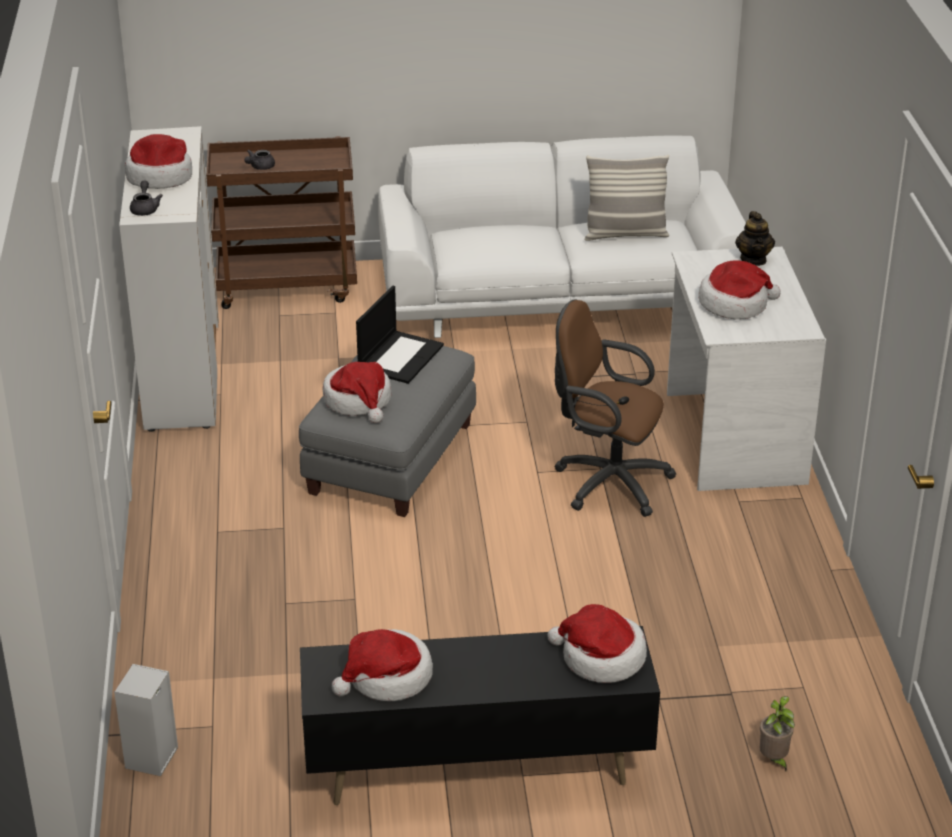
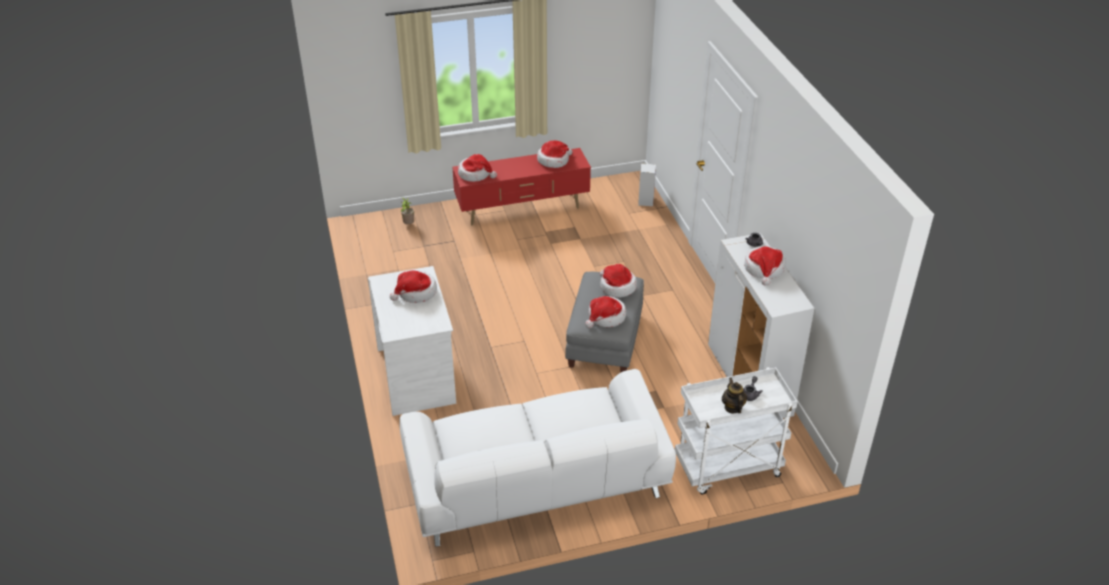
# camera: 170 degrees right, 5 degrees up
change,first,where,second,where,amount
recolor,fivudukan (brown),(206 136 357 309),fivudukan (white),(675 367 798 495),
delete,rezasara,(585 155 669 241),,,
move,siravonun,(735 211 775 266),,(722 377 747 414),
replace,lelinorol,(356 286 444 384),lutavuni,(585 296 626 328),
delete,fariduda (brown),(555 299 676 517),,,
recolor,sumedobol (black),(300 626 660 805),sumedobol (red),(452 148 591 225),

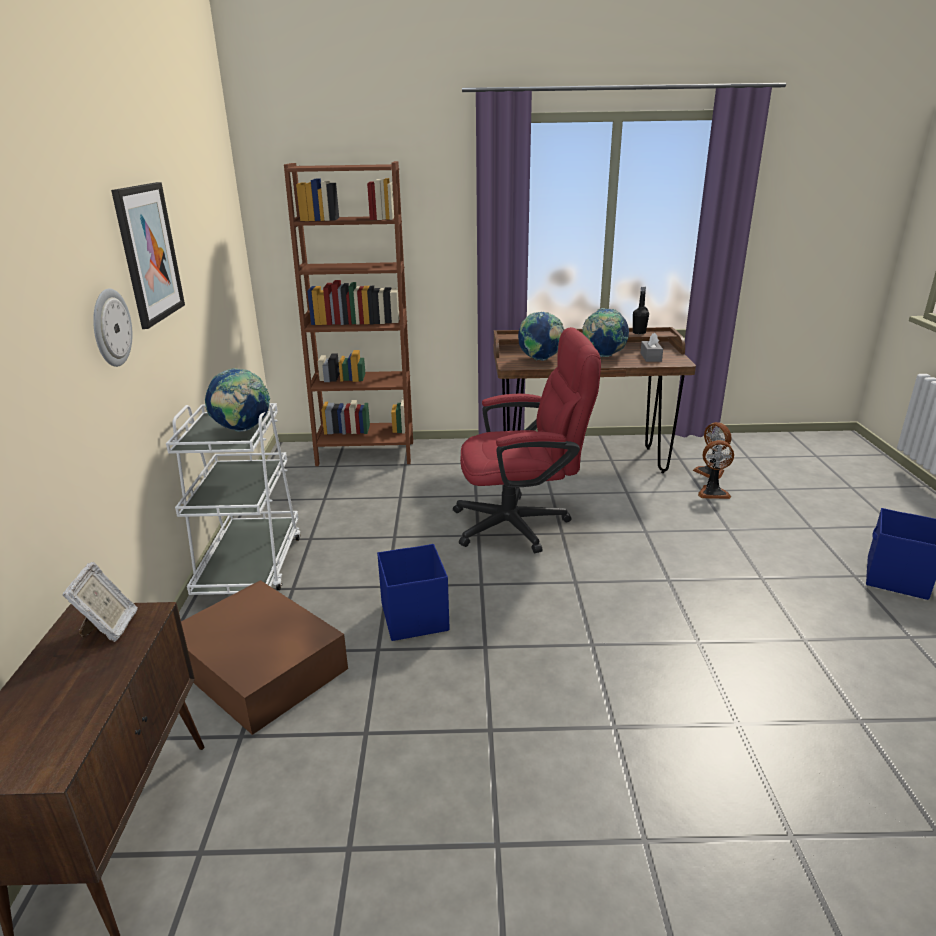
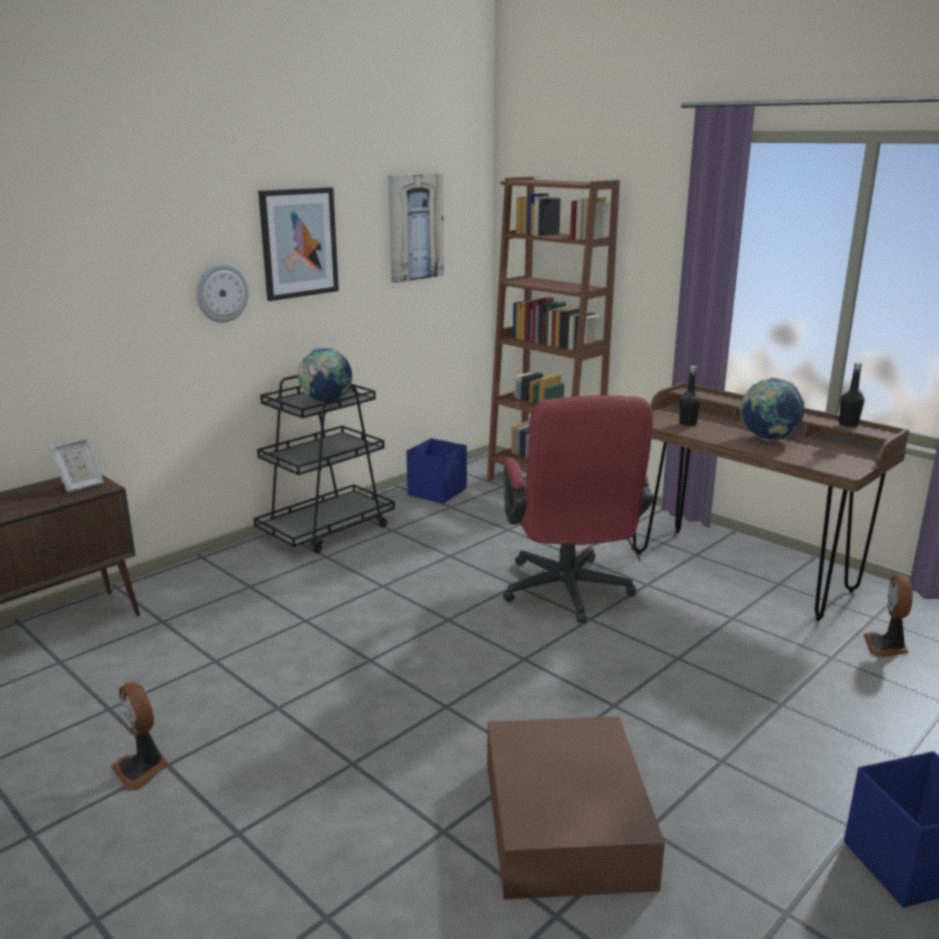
# camera: 45 degrees right, 5 degrees down
change,first,where,second,where,amount
replace,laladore,(518 312 564 361),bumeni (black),(679 366 701 426),
rotate,fariduda (red),(453 327 601 553),,(503 395 653 623),45 degrees clockwise
delete,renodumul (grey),(640 333 663 362),,,
recolor,fivudukan (white),(166 403 301 595),fivudukan (black),(253 375 395 553),
move,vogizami,(698 440 734 499),,(111 682 168 791),
move,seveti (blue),(377 544 450 641),,(406 438 467 503),
move,seveti (brown),(181 580 348 735),,(487 716 665 900),
insert,,,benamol,(388 173 444 283),

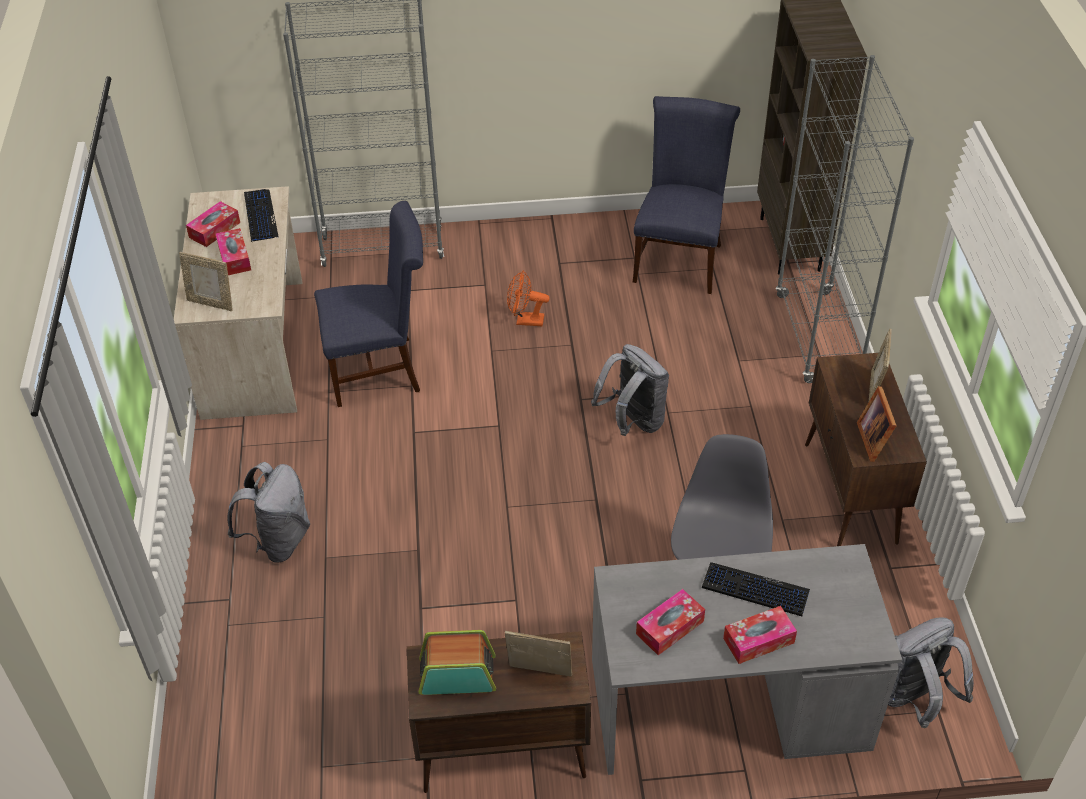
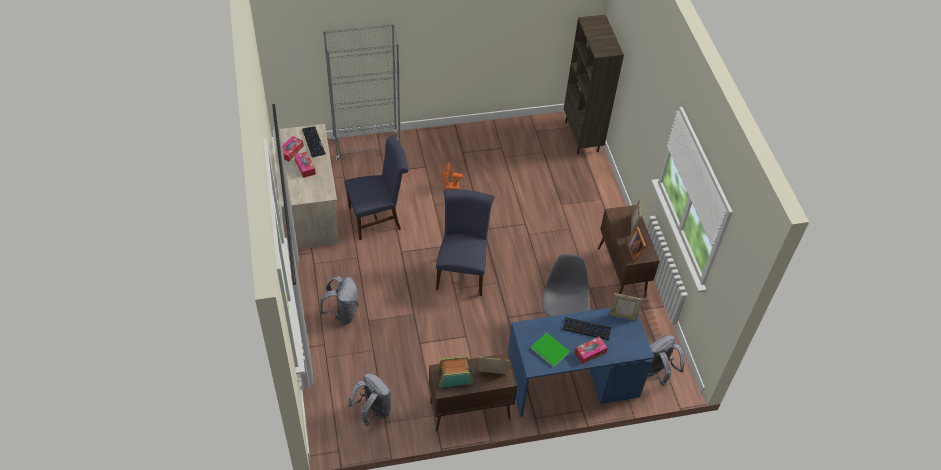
# camera: 10 degrees left, 5 degrees up
change,first,where,second,where,amount
delete,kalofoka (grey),(776 55 914 383),,,
move,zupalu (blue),(633 96 740 294),,(436 189 495 296),
move,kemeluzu,(179 252 233 311),,(609 293 643 321),
move,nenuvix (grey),(591 344 669 436),,(348 373 391 426),
recolor,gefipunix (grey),(592 544 902 775),gefipunix (blue),(508 308 654 417),
replace,renodumul,(636 589 705 655),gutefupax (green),(531 333 570 367),

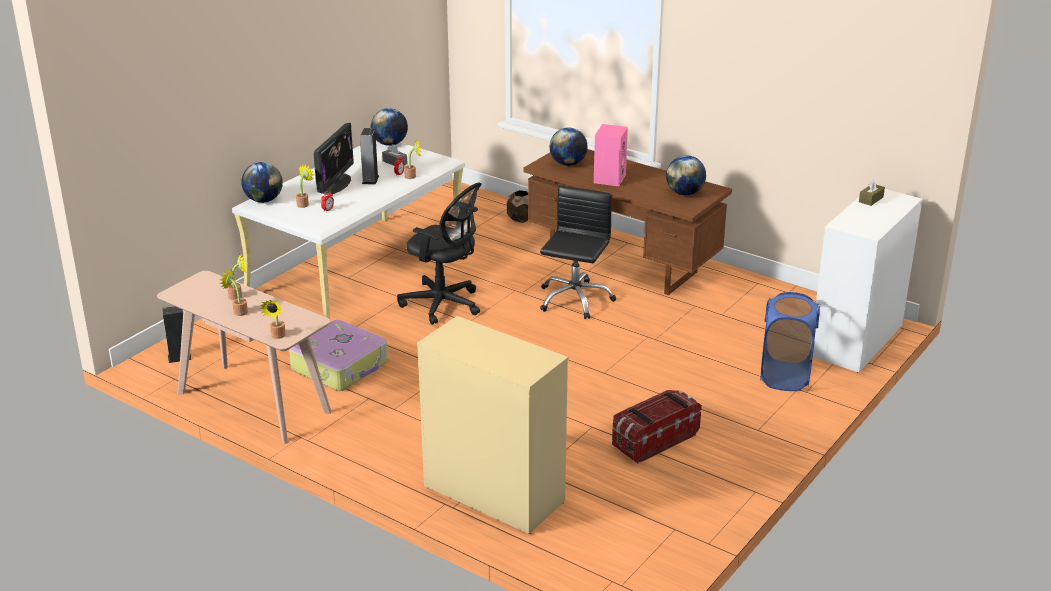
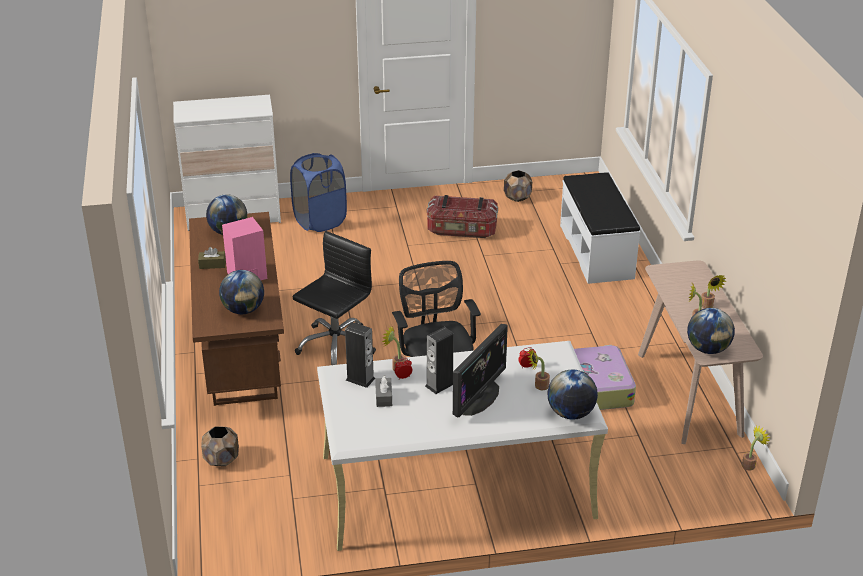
# camera: 135 degrees left, 5 degrees up
change,first,where,second,where,amount
move,laladore,(371 108 408 146),,(687 308 735 354),
rotate,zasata,(314 123 354 195),,(453 324 508 418),150 degrees clockwise
move,renodumul (brown),(859 179 885 206),,(198 247 226 269),
rotate,fariduda (black),(540 186 616 319),,(293 231 376 365),150 degrees clockwise
move,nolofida,(260 300 286 339),,(742 425 770 471),
move,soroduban,(162 306 191 363),,(345 322 376 388),
replace,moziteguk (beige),(417 316 569 534),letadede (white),(560 172 640 284),
insert,,,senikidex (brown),(504 170 532 202),

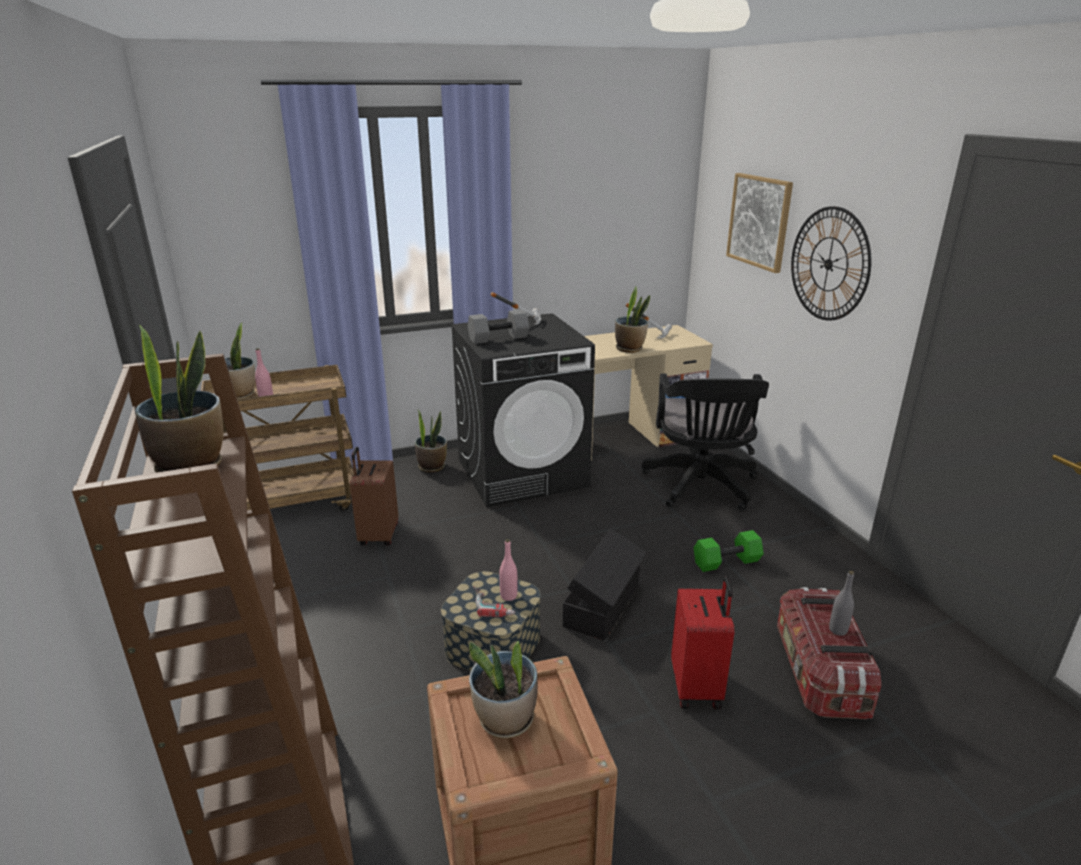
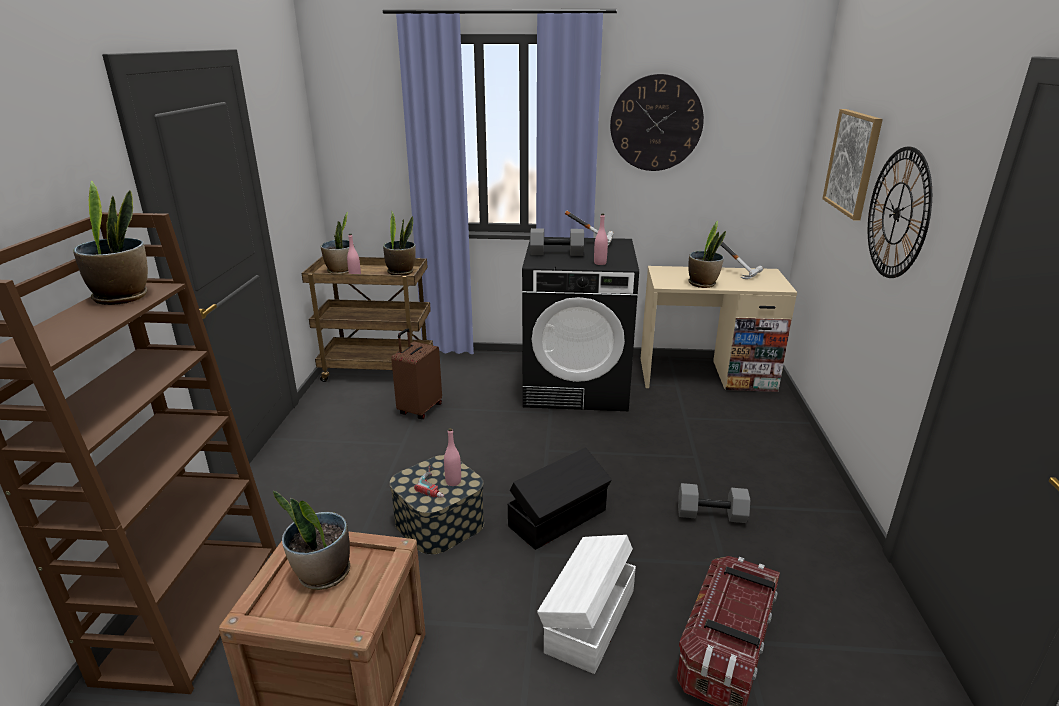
# camera: 25 degrees right, 0 degrees up
change,first,where,second,where,amount
delete,fariduda (black),(642 373 769 511),,,
move,nolofida,(415 410 447 473),,(383 212 416 275),
recolor,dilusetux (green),(694 530 764 572),dilusetux (grey),(678 483 750 523),
delete,bumeni (grey),(829 571 854 636),,,
replace,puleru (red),(671 576 735 710),seveti (white),(537 535 636 674),
insert,,,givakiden,(610 74 704 171),
insert,,,bumeni (pink),(594 214 608 265),

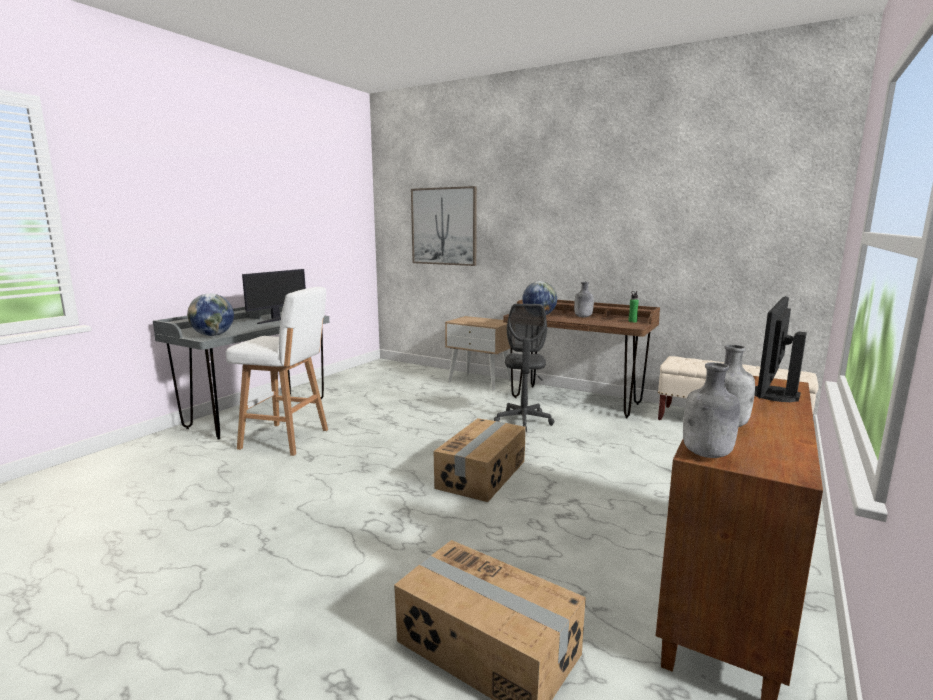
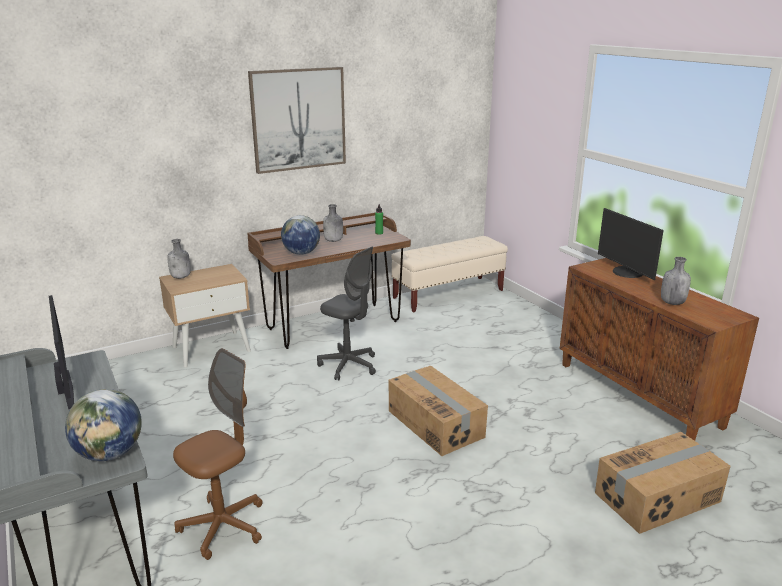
# camera: 60 degrees left, 10 degrees up
change,first,where,second,where,amount
move,benamol,(411 186 477 266),,(248 67 346 174),
replace,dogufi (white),(226 287 328 456),fariduda (brown),(173 348 263 560),
move,bumeni (grey),(683 362 740 458),,(167 239 191 279),

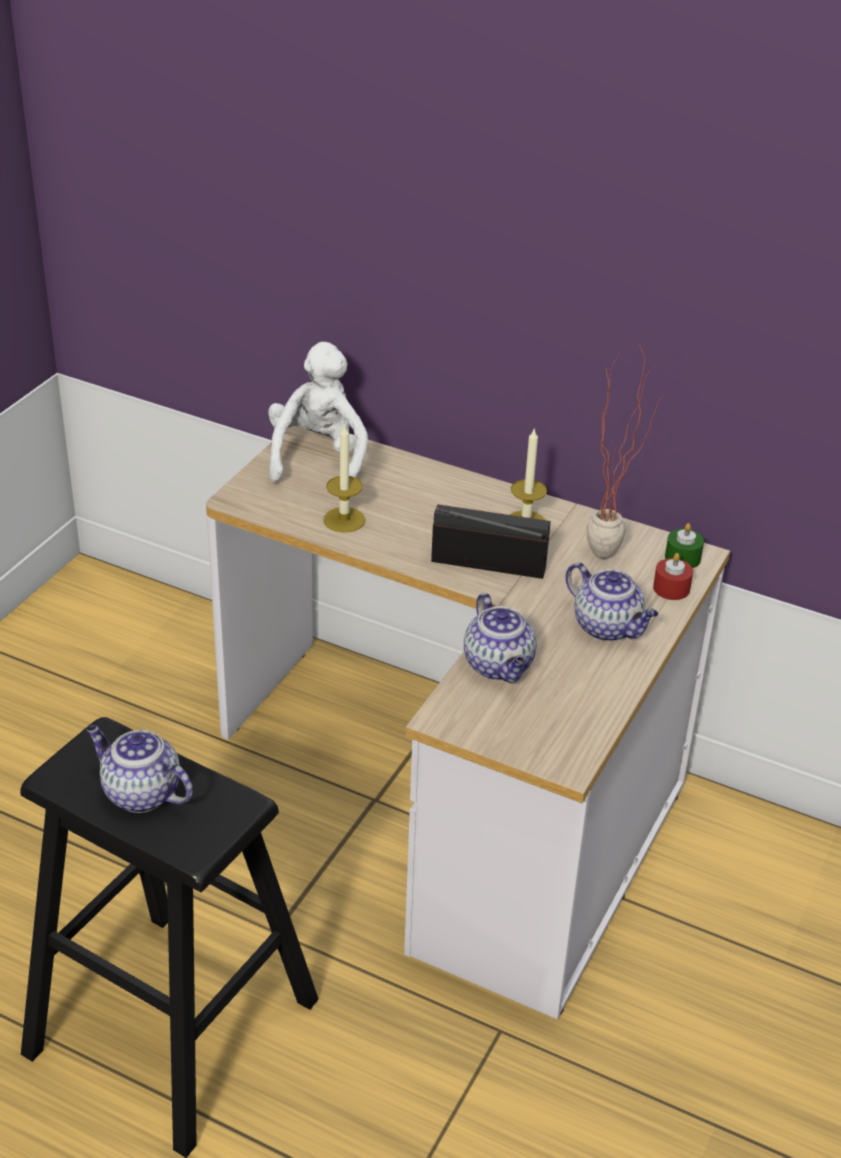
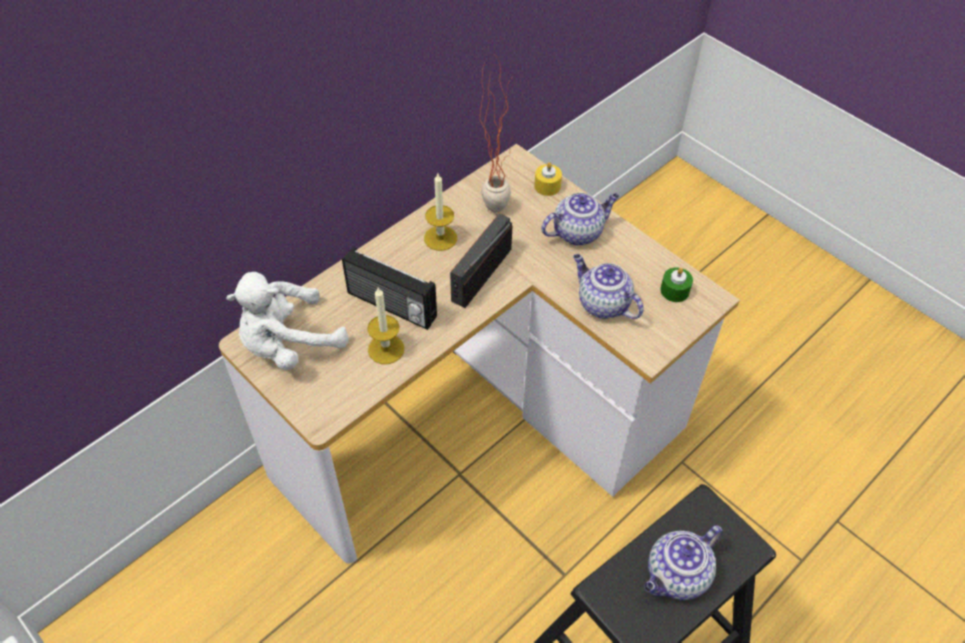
# camera: 70 degrees left, 15 degrees up
change,first,where,second,where,amount
rotate,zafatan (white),(268 342 368 482),,(226 272 349 370),60 degrees counterclockwise
move,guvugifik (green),(665 523 704 568),,(660 267 693 302),
recolor,guvugifik (red),(653 553 693 600),guvugifik (yellow),(534 162 562 196),
rotate,siravonun,(464 593 537 683),,(573 254 644 319),135 degrees counterclockwise
insert,,,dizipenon,(342 247 437 330),

